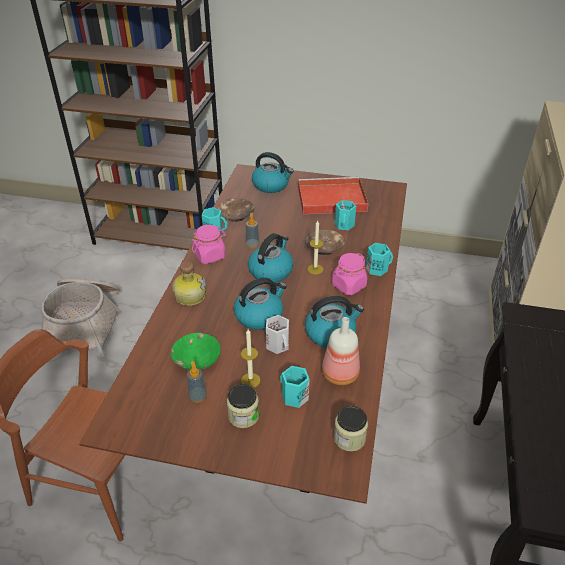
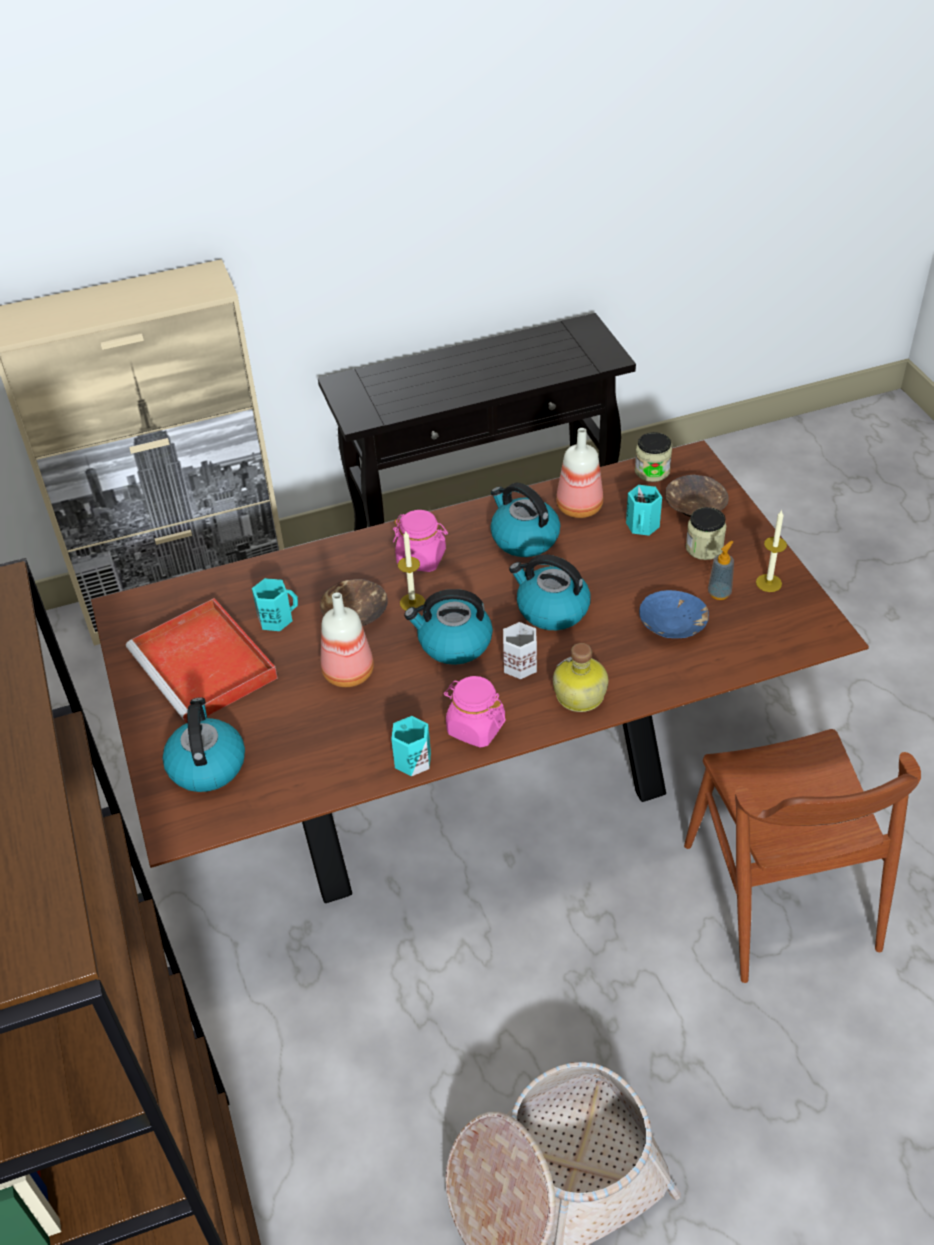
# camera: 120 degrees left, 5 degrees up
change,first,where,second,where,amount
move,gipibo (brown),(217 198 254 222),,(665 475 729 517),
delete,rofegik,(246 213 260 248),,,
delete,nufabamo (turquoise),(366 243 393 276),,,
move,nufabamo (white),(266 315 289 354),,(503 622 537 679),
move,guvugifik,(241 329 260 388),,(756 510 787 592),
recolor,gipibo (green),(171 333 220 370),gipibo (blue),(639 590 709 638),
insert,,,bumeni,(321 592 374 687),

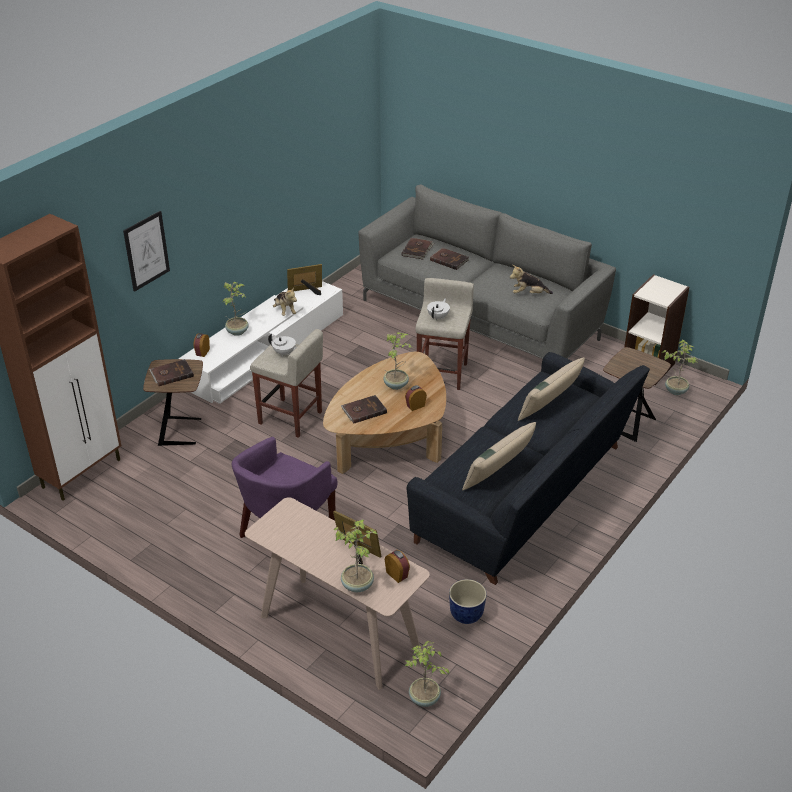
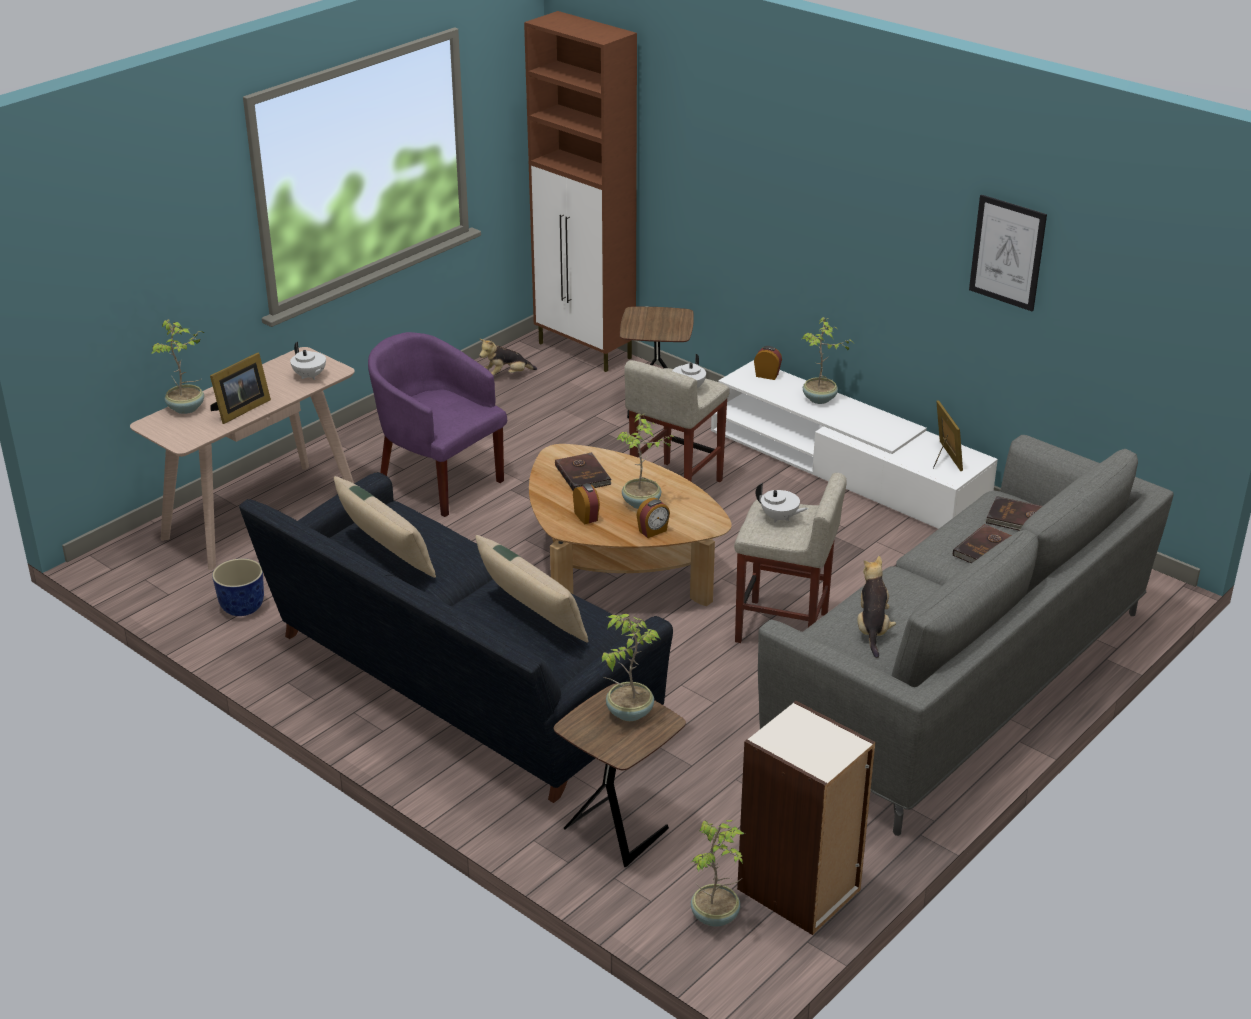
# camera: 95 degrees right, 5 degrees down
change,first,where,second,where,amount
move,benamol,(123 211 170 292),,(969 195 1047 311),
move,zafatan,(273 287 297 316),,(479 339 537 376),
delete,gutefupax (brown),(149 359 194 386),,,
move,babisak,(385 550 410 583),,(636 497 670 538),
move,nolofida,(405 641 449 707),,(601 614 660 721),
insert,,,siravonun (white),(290 342 326 380),

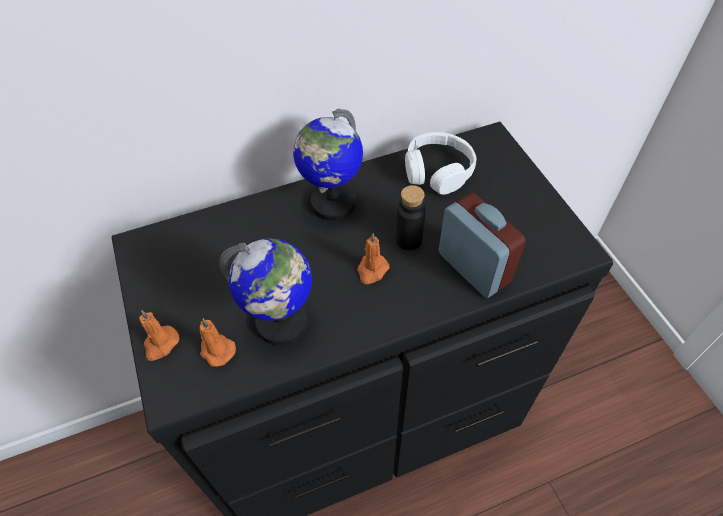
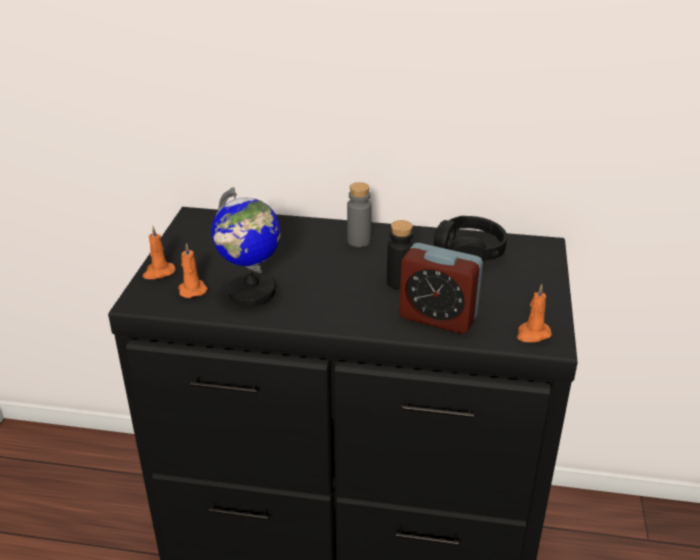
# camera: 30 degrees right, 20 degrees down
change,first,where,second,where,amount
replace,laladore,(293 109 363 221),bumeni (grey),(347 182 372 247),
recolor,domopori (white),(405 132 476 195),domopori (black),(434 216 507 261),
rotate,babisak,(439 193 526 298),,(399 243 483 334),120 degrees clockwise
move,guvugifik (orange),(357 233 389 284),,(517 284 552 342),

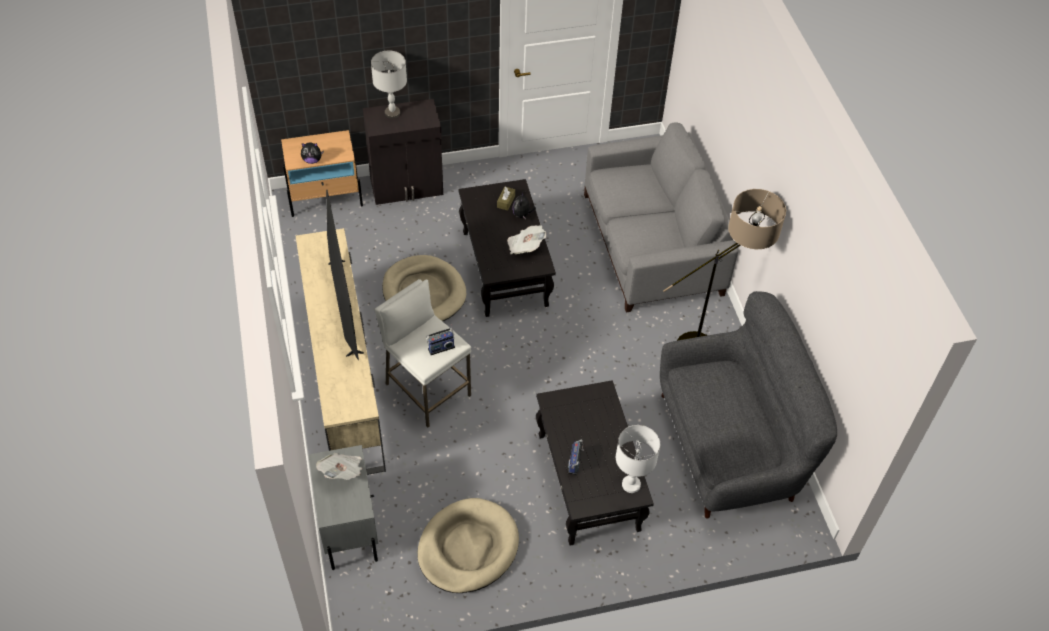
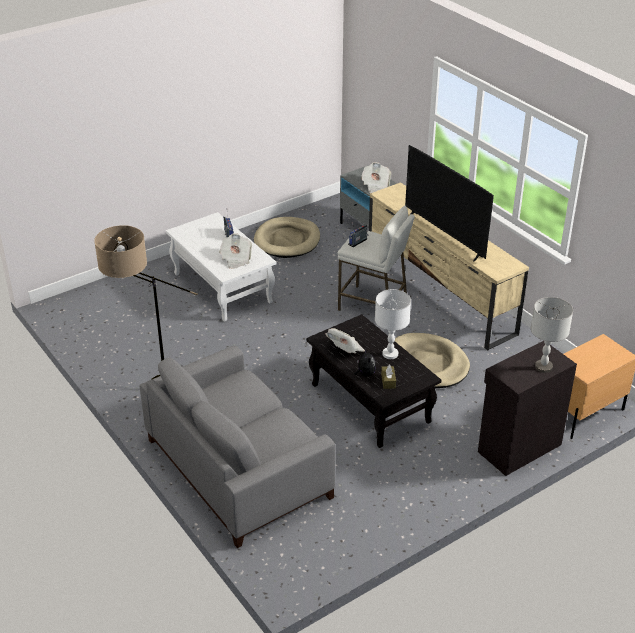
# camera: 160 degrees right, 15 degrees down
change,first,where,second,where,amount
delete,zafatan,(301 142 324 164),,,
delete,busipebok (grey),(660 291 837 519),,,
recolor,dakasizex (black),(536 380 654 546),dakasizex (white),(166 212 276 322),
move,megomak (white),(616 425 660 493),,(375 289 411 359),
insert,,,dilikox,(219 233 252 269),

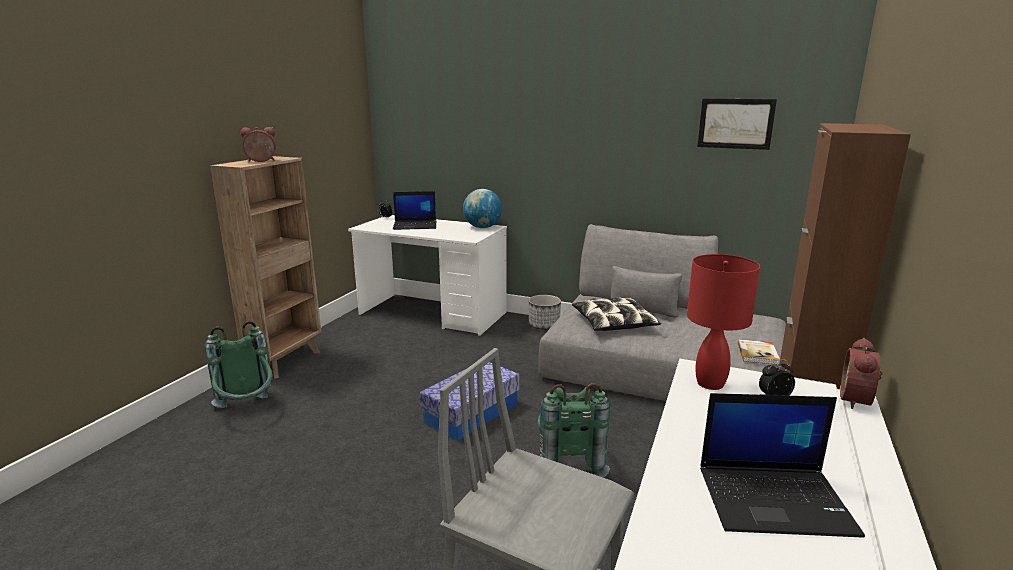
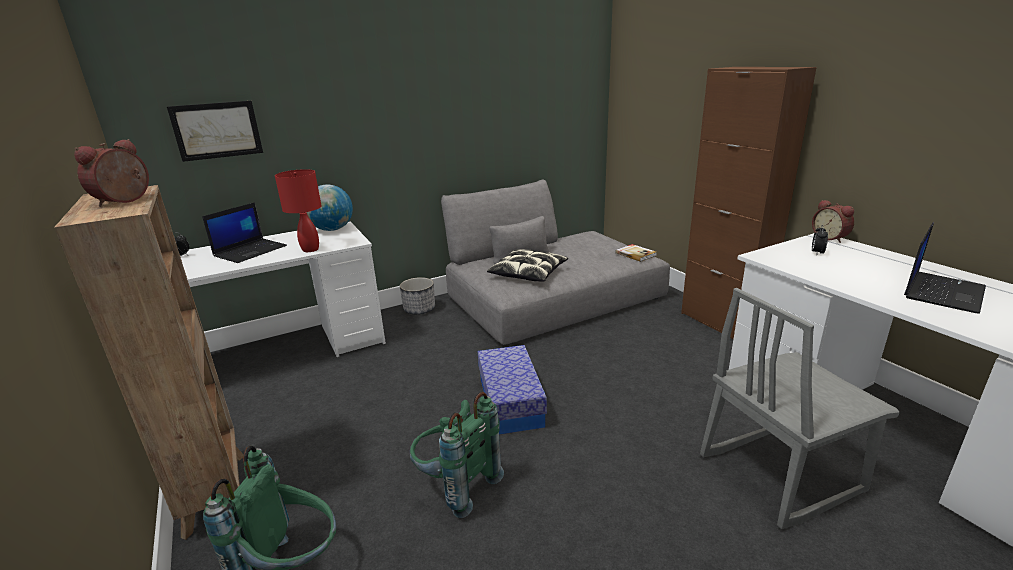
# camera: 50 degrees left, 5 degrees up
change,first,where,second,where,amount
move,benamol,(698 99 777 150),,(167 101 263 162),
move,megomak (red),(687 254 760 390),,(275 169 322 252),
move,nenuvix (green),(538 383 610 477),,(410 392 504 518),

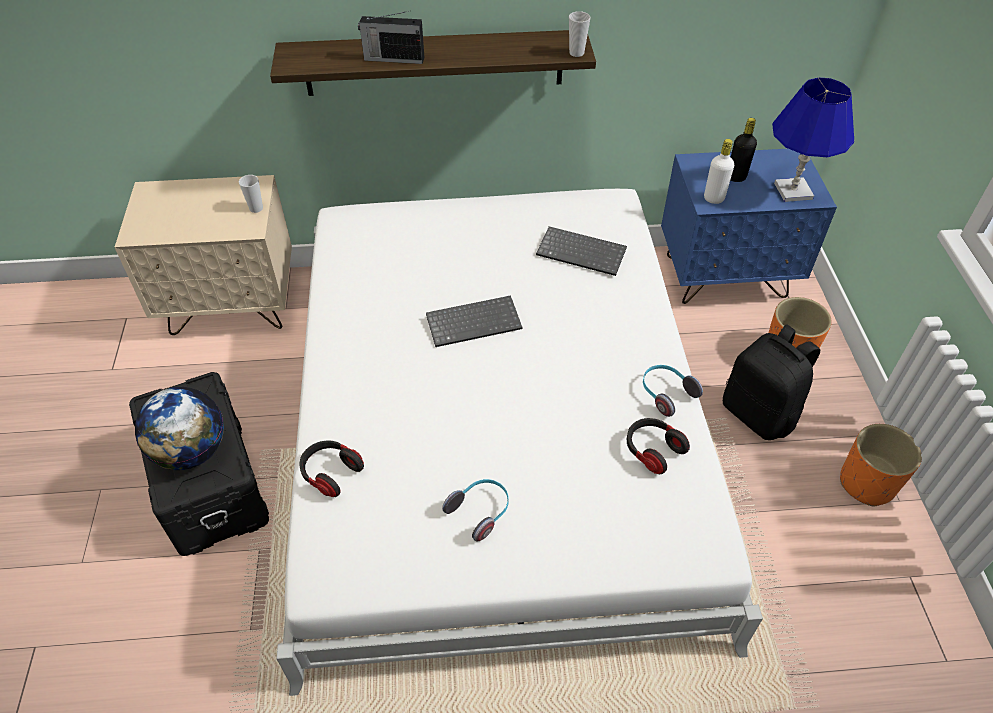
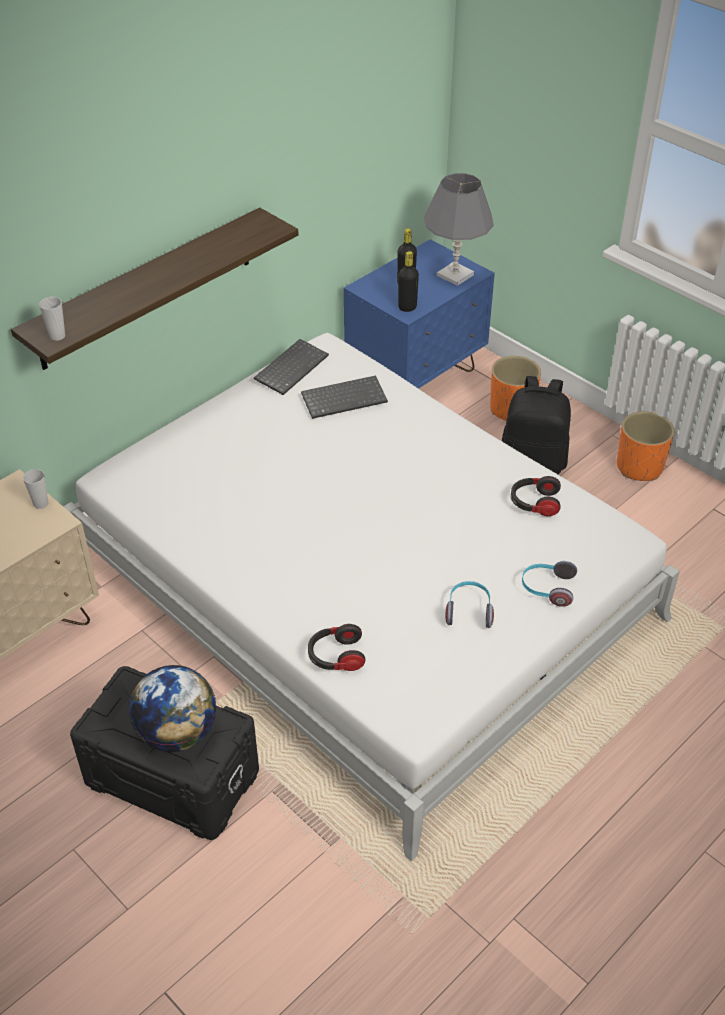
# camera: 40 degrees left, 5 degrees down
change,first,where,second,where,amount
delete,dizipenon,(358 11 424 64),,,
move,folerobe,(569 11 590 57),,(39 297 65 341),
recolor,megomak (blue),(772 77 854 202),megomak (grey),(424 173 494 286),
recolor,bumeni (white),(704 139 734 204),bumeni (black),(398 251 419 312),
move,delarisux,(426 295 522 347),,(254 339 329 395),
move,domopori,(643 365 703 417),,(522 561 577 607),

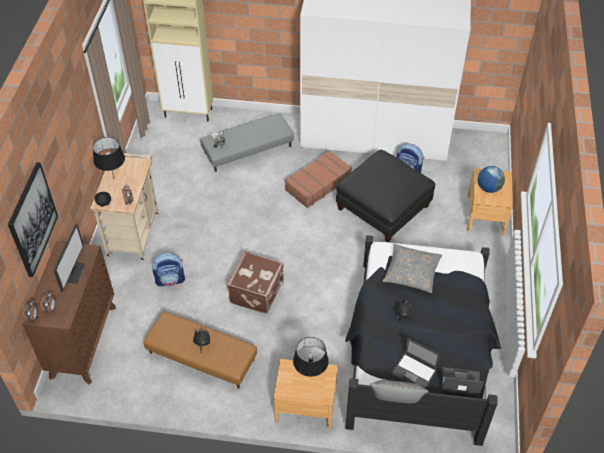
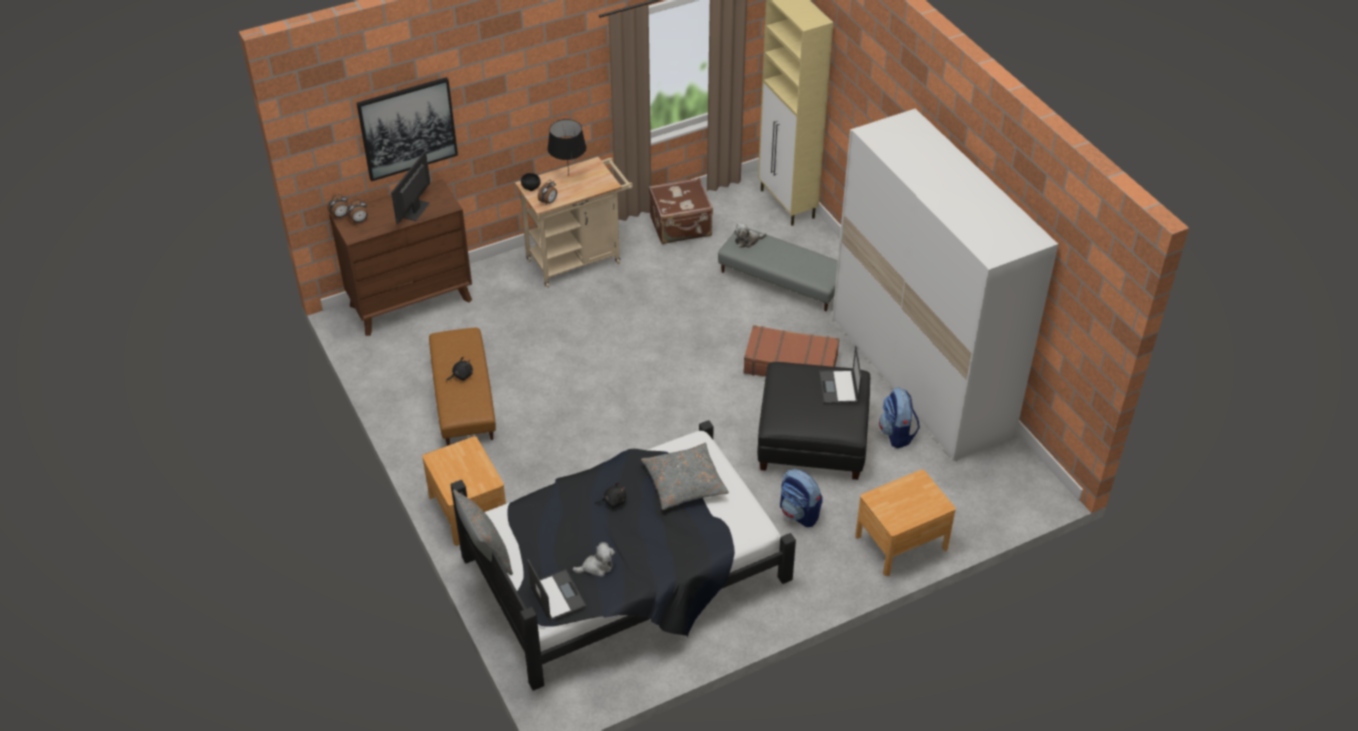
# camera: 55 degrees right, 5 degrees down
change,first,where,second,where,amount
delete,laladore,(478 166 505 193),,,
rotate,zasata,(54 224 86 292),,(391 151 430 224),135 degrees clockwise
move,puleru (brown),(227 251 284 314),,(649 178 713 244),
move,nenuvix,(152 253 185 287),,(780 469 822 527),
delete,megomak (black),(293 337 329 378),,,
move,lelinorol,(391 337 441 389),,(819 346 862 404),
insert,,,zafatan,(572 542 615 577),

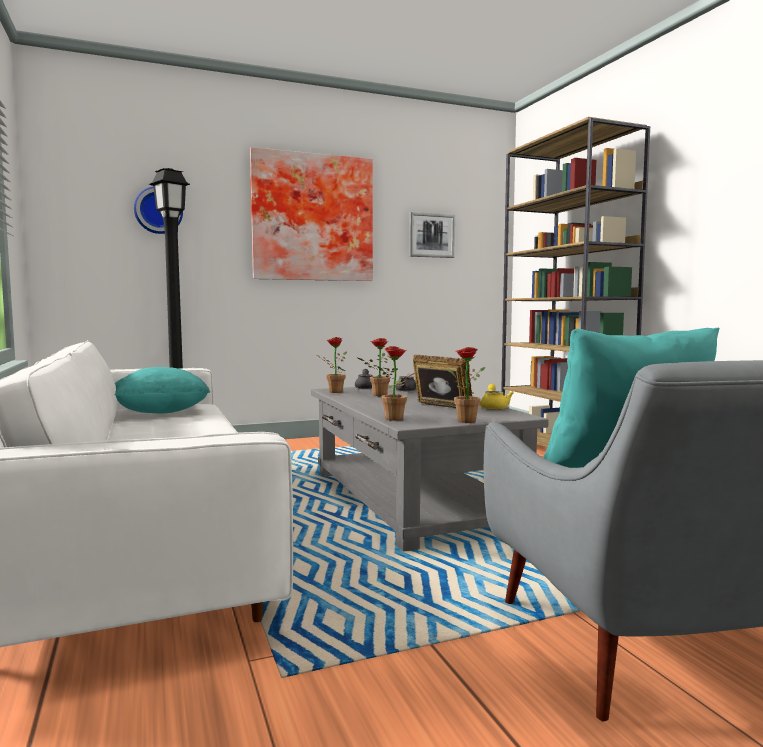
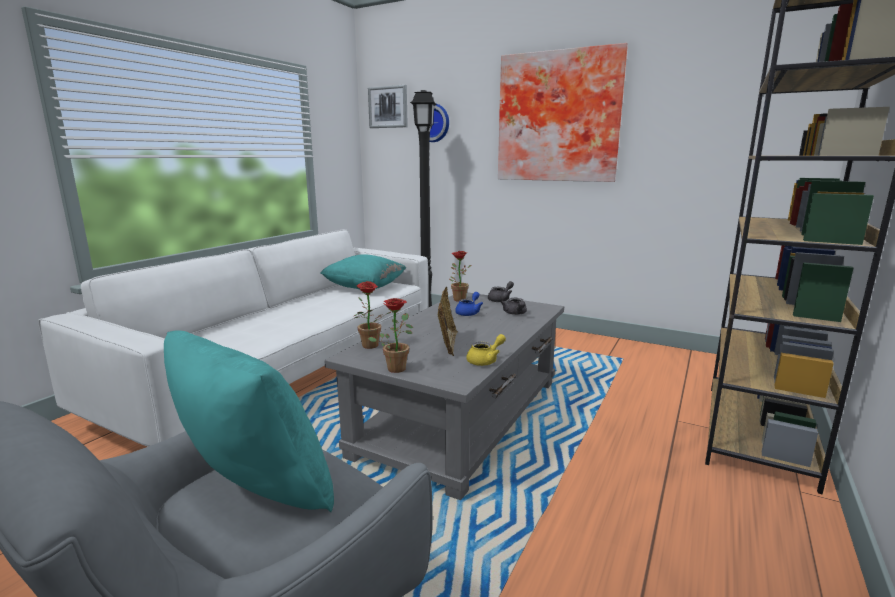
# camera: 50 degrees right, 10 degrees up
change,first,where,second,where,amount
move,benamol,(409 212 455 258),,(368 85 408 128),
replace,nolofida,(358 338 398 396),siravonun (blue),(455 292 483 316),

